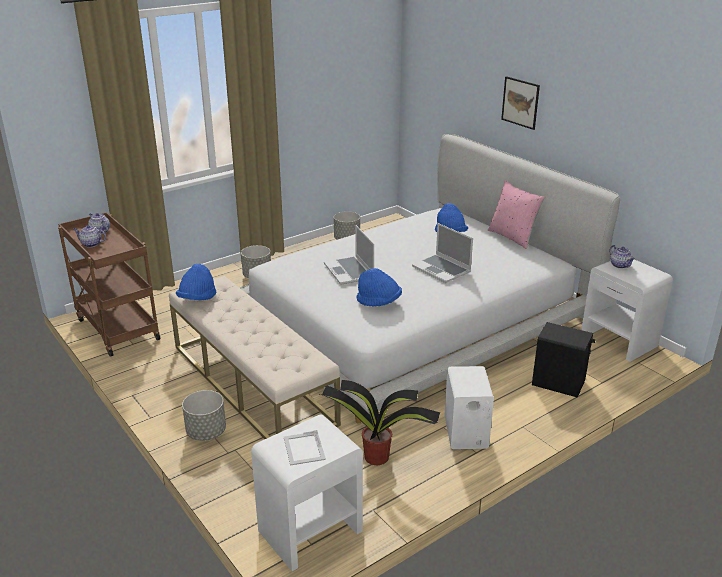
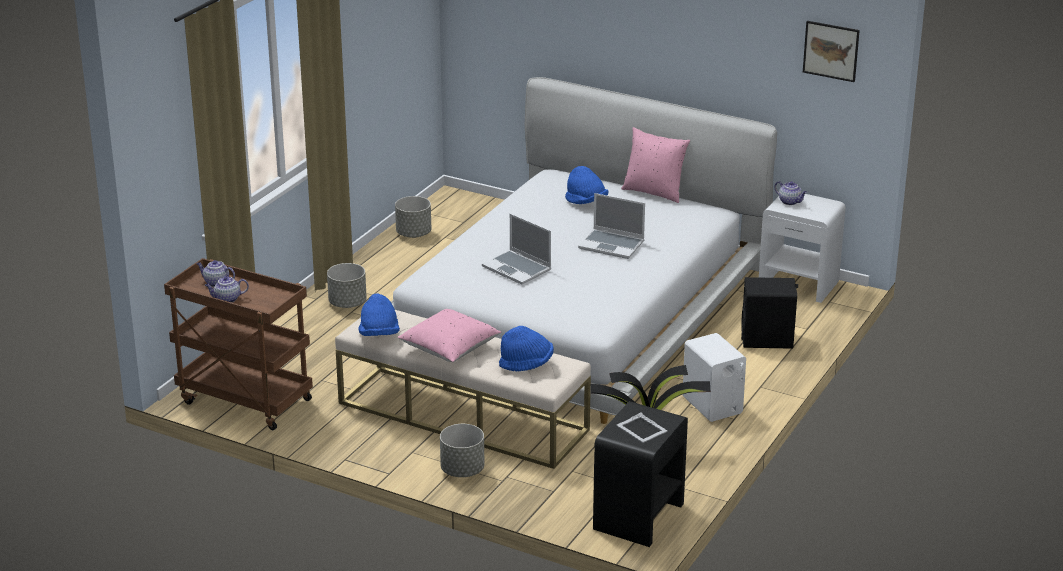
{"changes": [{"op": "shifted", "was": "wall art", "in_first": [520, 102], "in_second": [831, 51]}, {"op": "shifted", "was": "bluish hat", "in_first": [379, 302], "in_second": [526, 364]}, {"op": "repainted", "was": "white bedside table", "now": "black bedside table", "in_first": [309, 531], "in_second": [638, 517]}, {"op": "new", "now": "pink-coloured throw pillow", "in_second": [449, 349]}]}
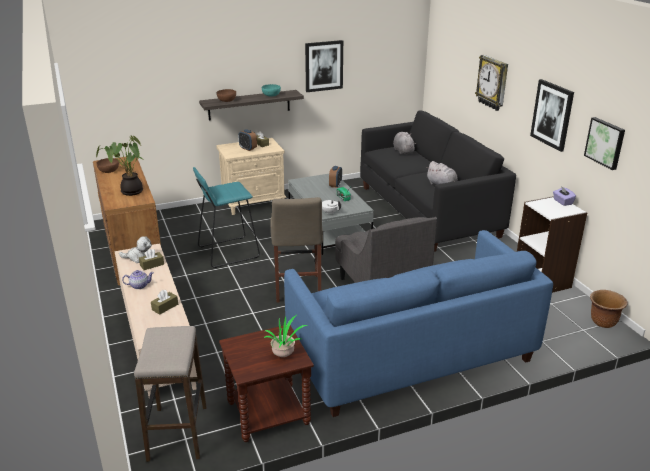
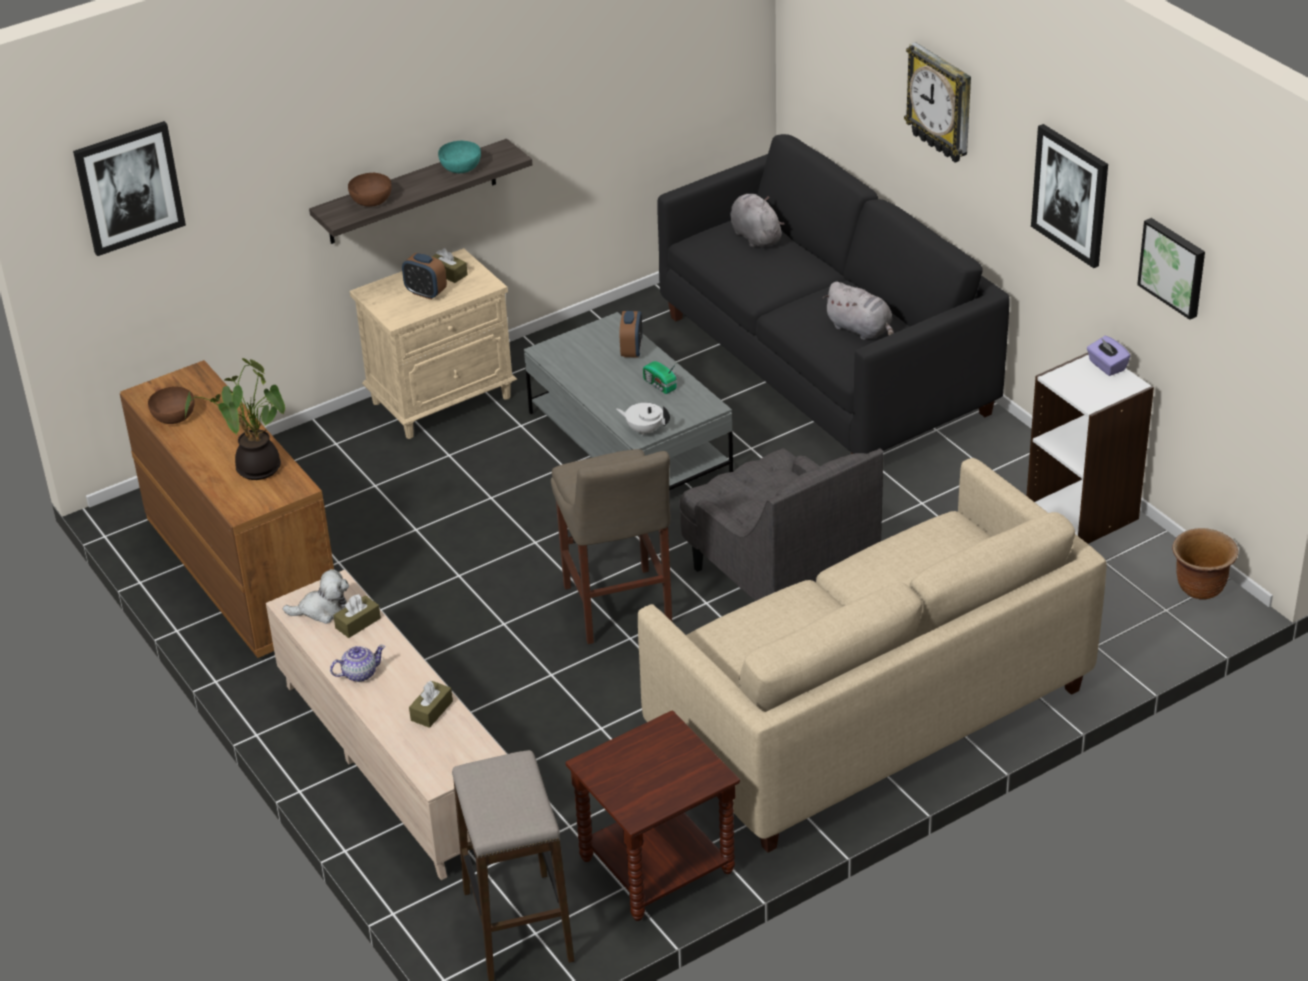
{"changes": [{"op": "shifted", "was": "wall art", "in_first": [323, 66], "in_second": [129, 187]}, {"op": "gone", "was": "blue-green stool seat", "in_first": [227, 252]}, {"op": "repainted", "was": "bluish sofa", "now": "sand-coloured sofa", "in_first": [410, 355], "in_second": [869, 713]}, {"op": "gone", "was": "houseplant", "in_first": [285, 354]}]}
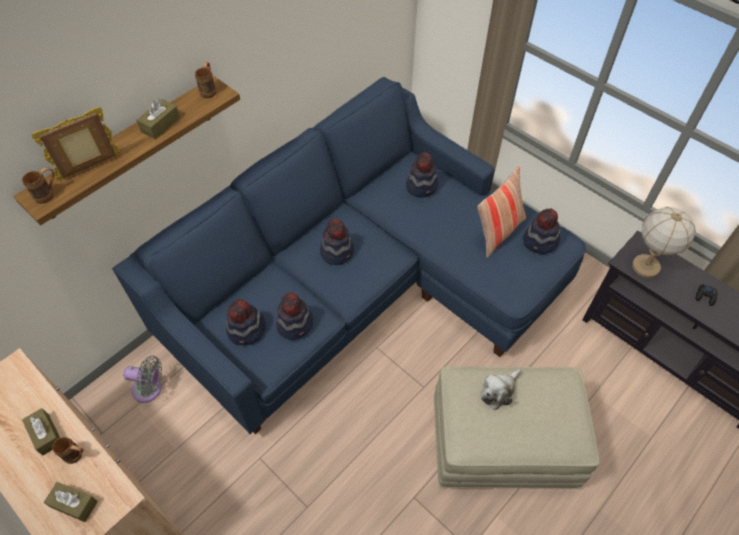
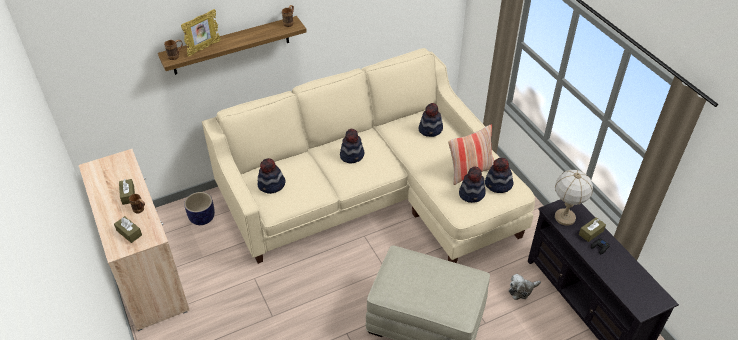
{"changes": [{"op": "repainted", "was": "bluish sofa", "now": "sand-coloured sofa", "in_first": [363, 286], "in_second": [373, 195]}, {"op": "shifted", "was": "brown-coloured tissue holder", "in_first": [160, 125], "in_second": [591, 232]}, {"op": "rotated", "was": "standing frame", "in_first": [90, 168], "in_second": [204, 48], "clockwise": 150}, {"op": "shifted", "was": "hat", "in_first": [295, 324], "in_second": [472, 194]}, {"op": "swapped", "was": "greyish cooling fan", "now": "plant pot", "in_first": [150, 389], "in_second": [202, 218]}, {"op": "shifted", "was": "cuddly toy", "in_first": [498, 391], "in_second": [522, 290]}]}
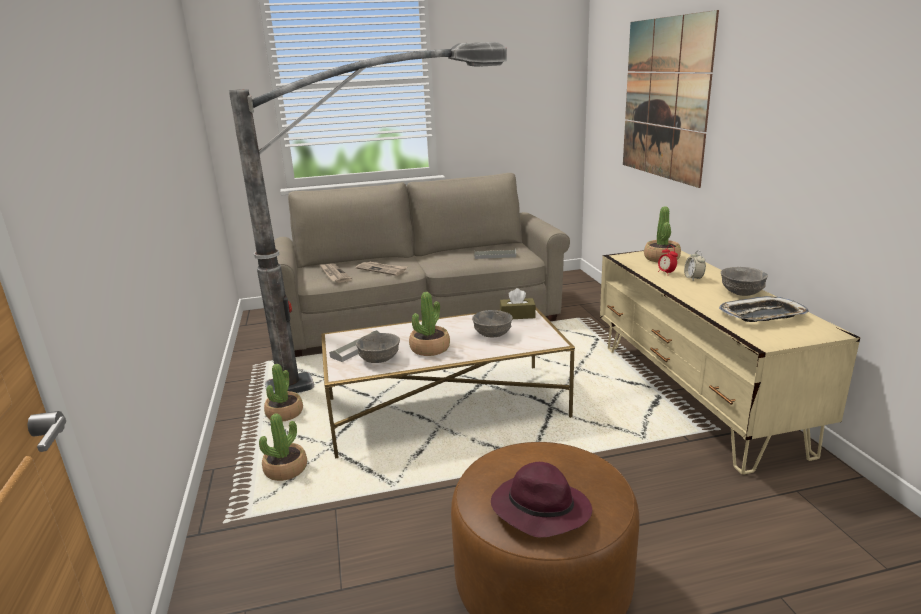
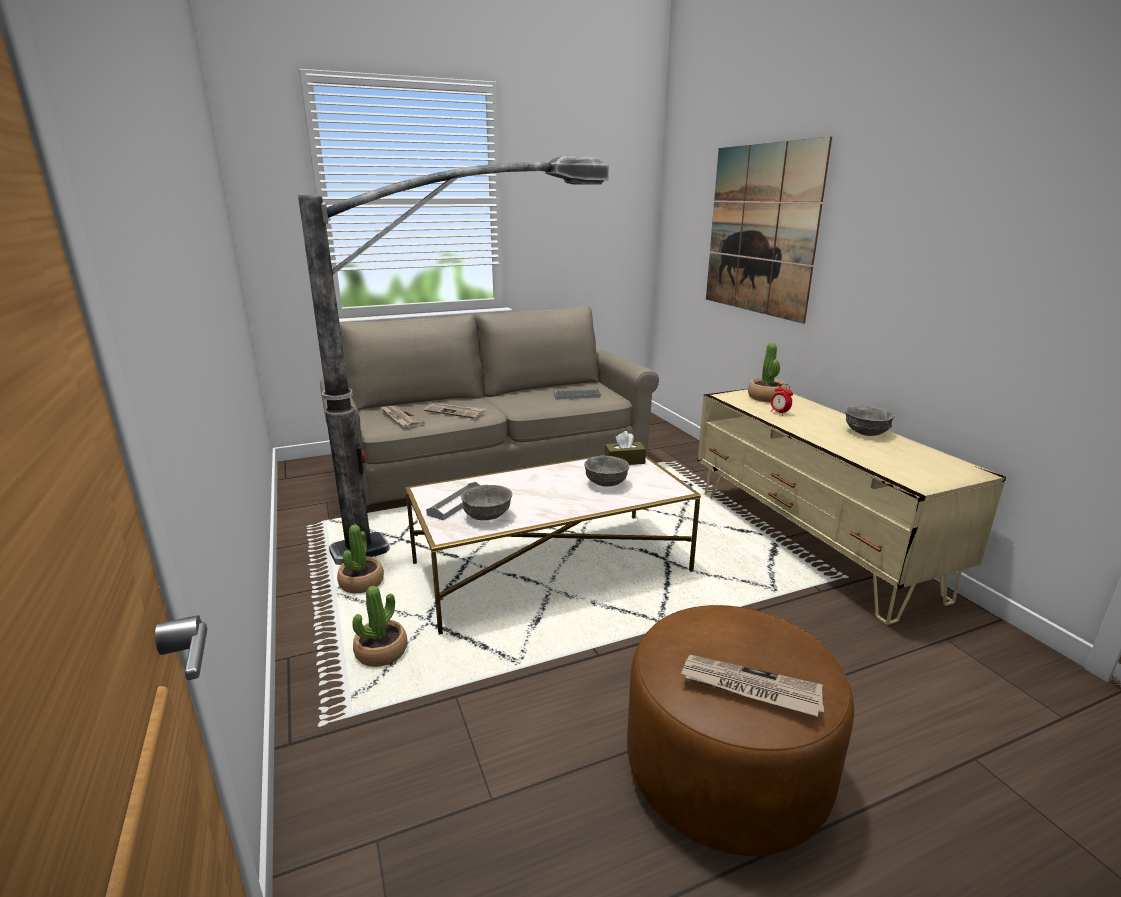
{"changes": [{"op": "gone", "was": "bedside clock", "in_first": [693, 278]}, {"op": "gone", "was": "houseplant", "in_first": [430, 348]}, {"op": "gone", "was": "carrying tray", "in_first": [762, 315]}, {"op": "swapped", "was": "purple hat", "now": "daily paper", "in_first": [539, 509], "in_second": [749, 688]}]}
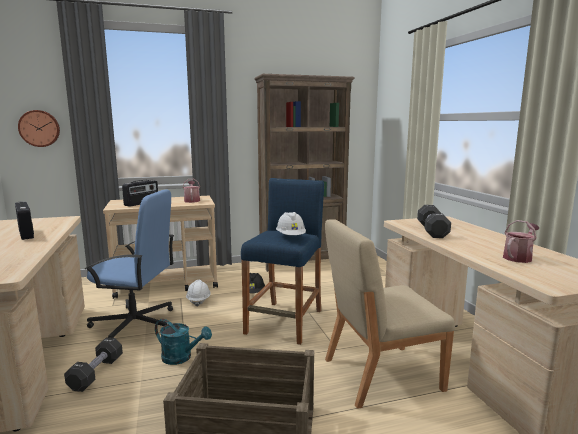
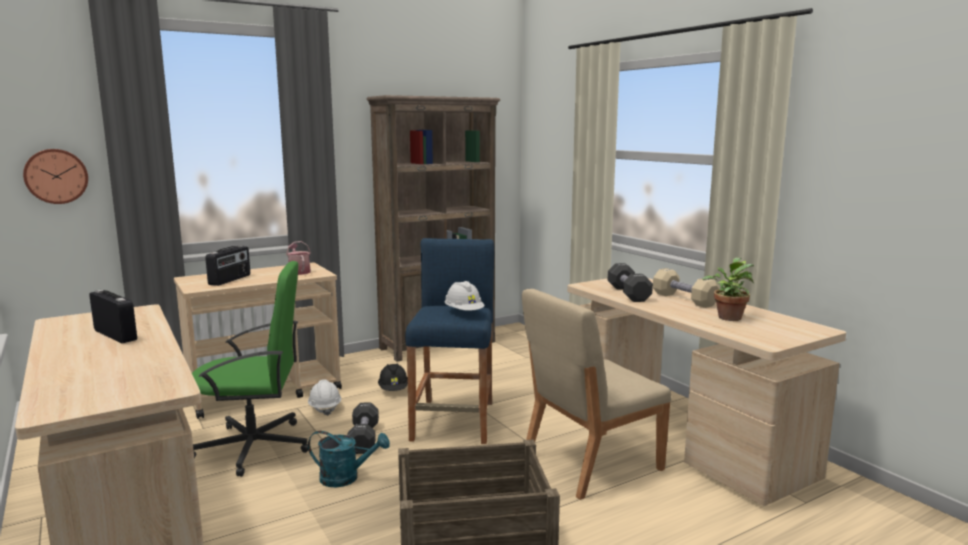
{"changes": [{"op": "repainted", "was": "bluish desk chair", "now": "greenish desk chair", "in_first": [135, 324], "in_second": [255, 447]}, {"op": "swapped", "was": "watering can", "now": "houseplant", "in_first": [519, 257], "in_second": [728, 317]}, {"op": "shifted", "was": "black dumbbell", "in_first": [96, 373], "in_second": [364, 438]}, {"op": "new", "now": "sand-coloured dumbbell", "in_second": [684, 299]}]}
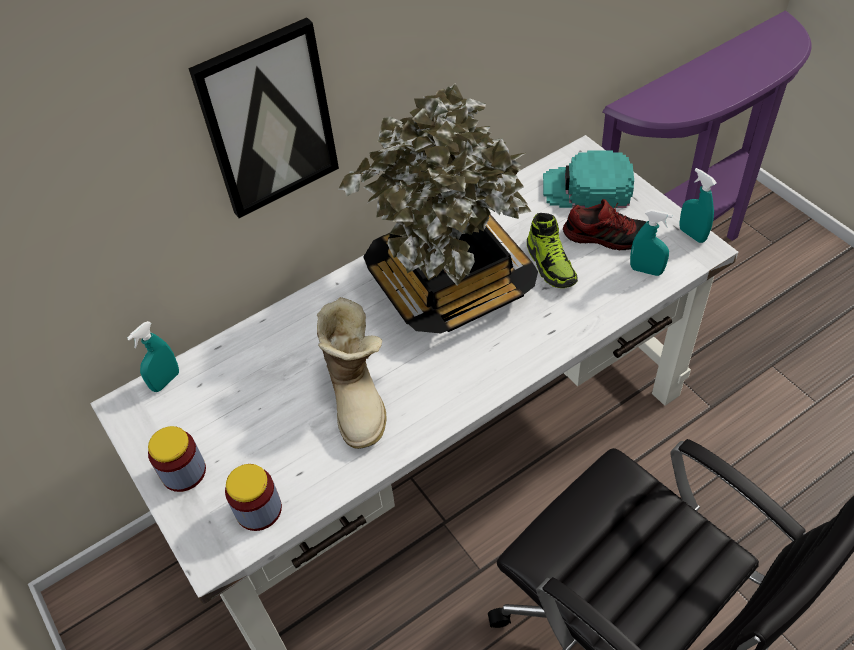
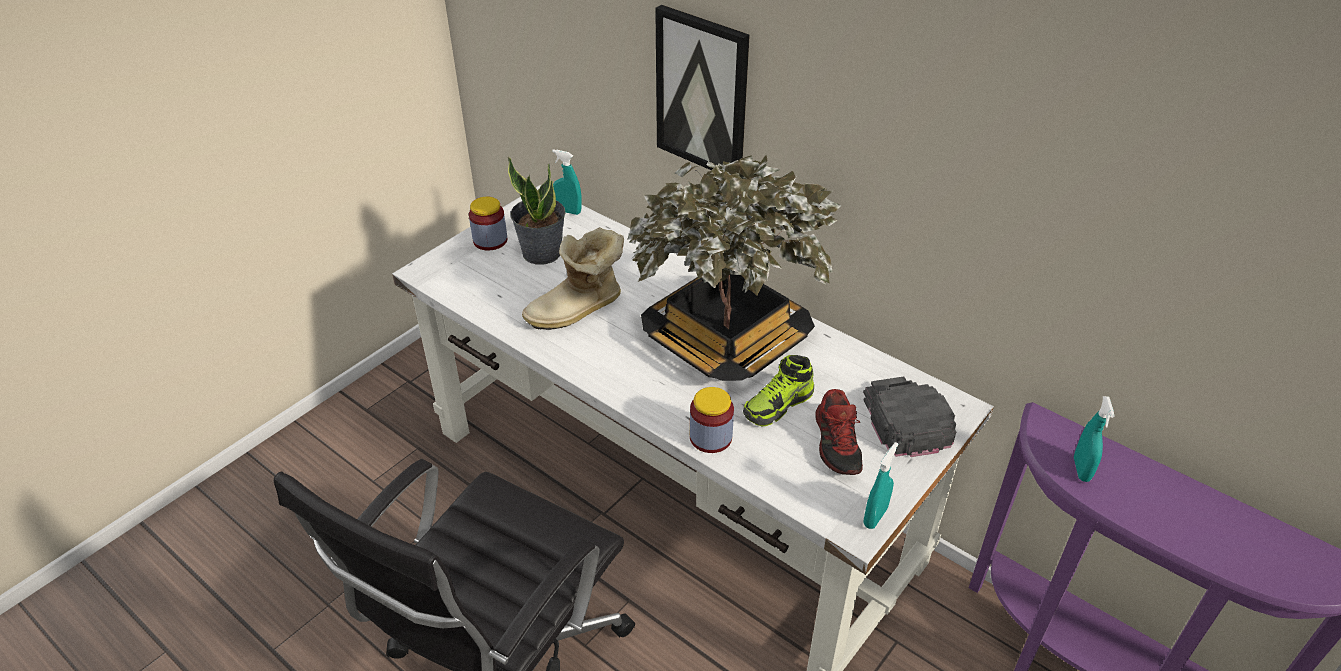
{"changes": [{"op": "repainted", "was": "blue-green cap", "now": "black cap", "in_first": [587, 188], "in_second": [904, 418]}, {"op": "shifted", "was": "blue-green hand sprayer", "in_first": [646, 270], "in_second": [1081, 469]}, {"op": "shifted", "was": "storage jar", "in_first": [258, 510], "in_second": [710, 437]}, {"op": "new", "now": "houseplant", "in_second": [541, 252]}]}
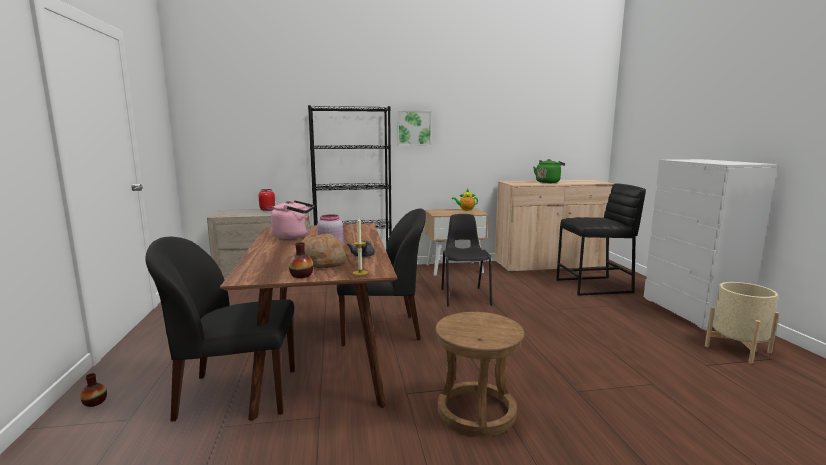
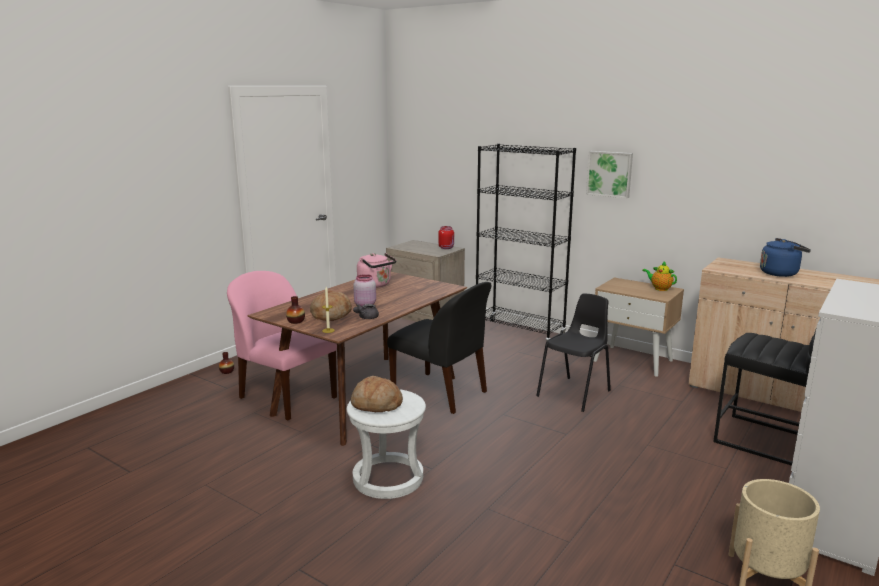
{"changes": [{"op": "repainted", "was": "greenish tea kettle", "now": "bluish tea kettle", "in_first": [548, 182], "in_second": [781, 273]}, {"op": "repainted", "was": "black plain chair", "now": "pink-coloured plain chair", "in_first": [235, 394], "in_second": [286, 397]}, {"op": "repainted", "was": "brown-coloured stool seat", "now": "white stool seat", "in_first": [476, 411], "in_second": [388, 478]}, {"op": "new", "now": "bakery bread", "in_second": [376, 404]}]}
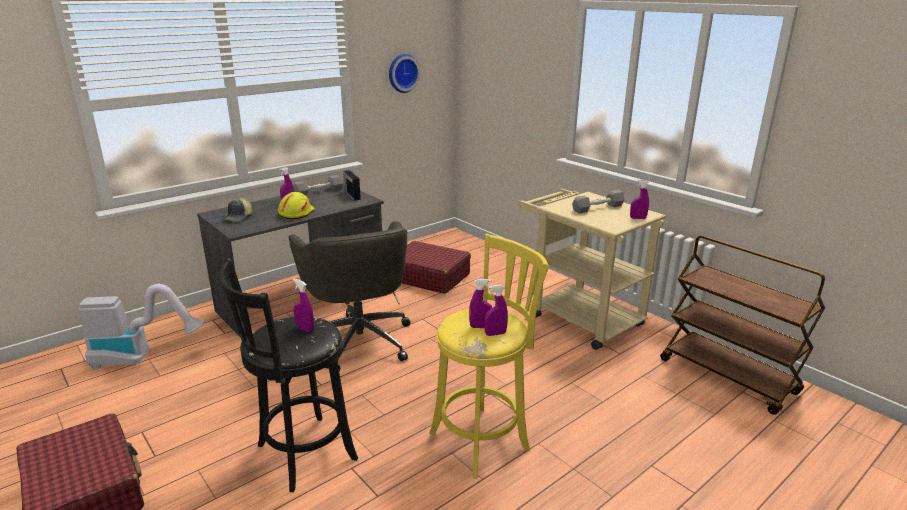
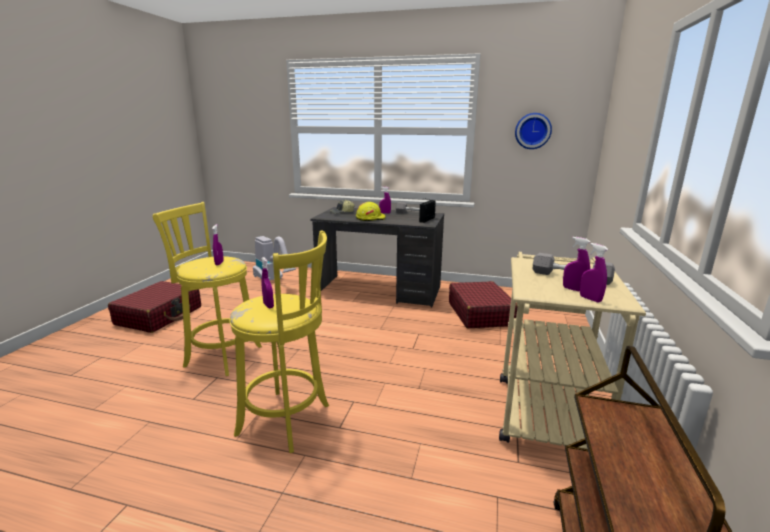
{"changes": [{"op": "gone", "was": "greyish desk chair", "in_first": [359, 340]}, {"op": "repainted", "was": "black stool seat", "now": "yellow-coloured stool seat", "in_first": [301, 454], "in_second": [220, 355]}, {"op": "shifted", "was": "purple hand sprayer", "in_first": [495, 334], "in_second": [573, 289]}]}
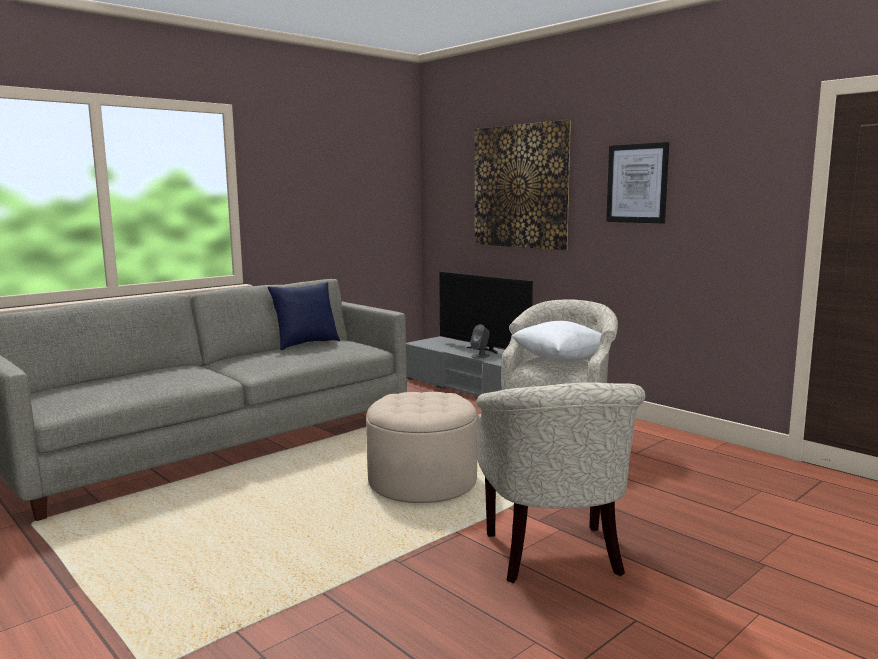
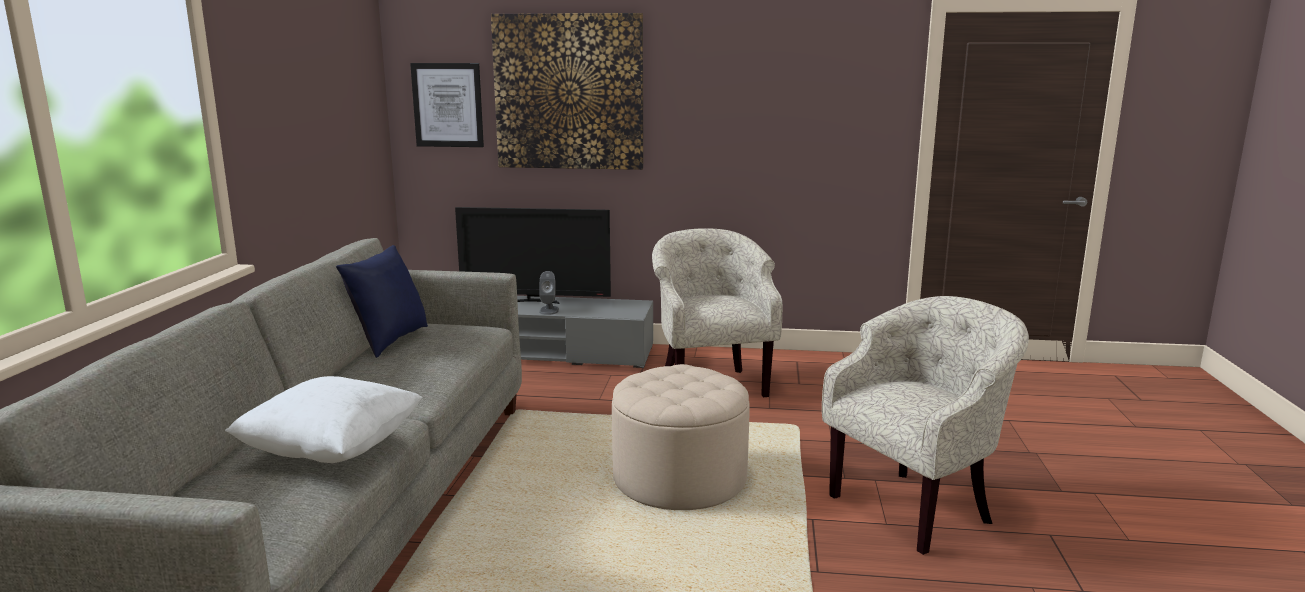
{"changes": [{"op": "shifted", "was": "wall art", "in_first": [637, 183], "in_second": [448, 105]}, {"op": "shifted", "was": "white throw pillow", "in_first": [560, 360], "in_second": [332, 451]}, {"op": "rotated", "was": "sand-coloured armchair", "in_first": [555, 557], "in_second": [916, 507], "clockwise": -75}]}
